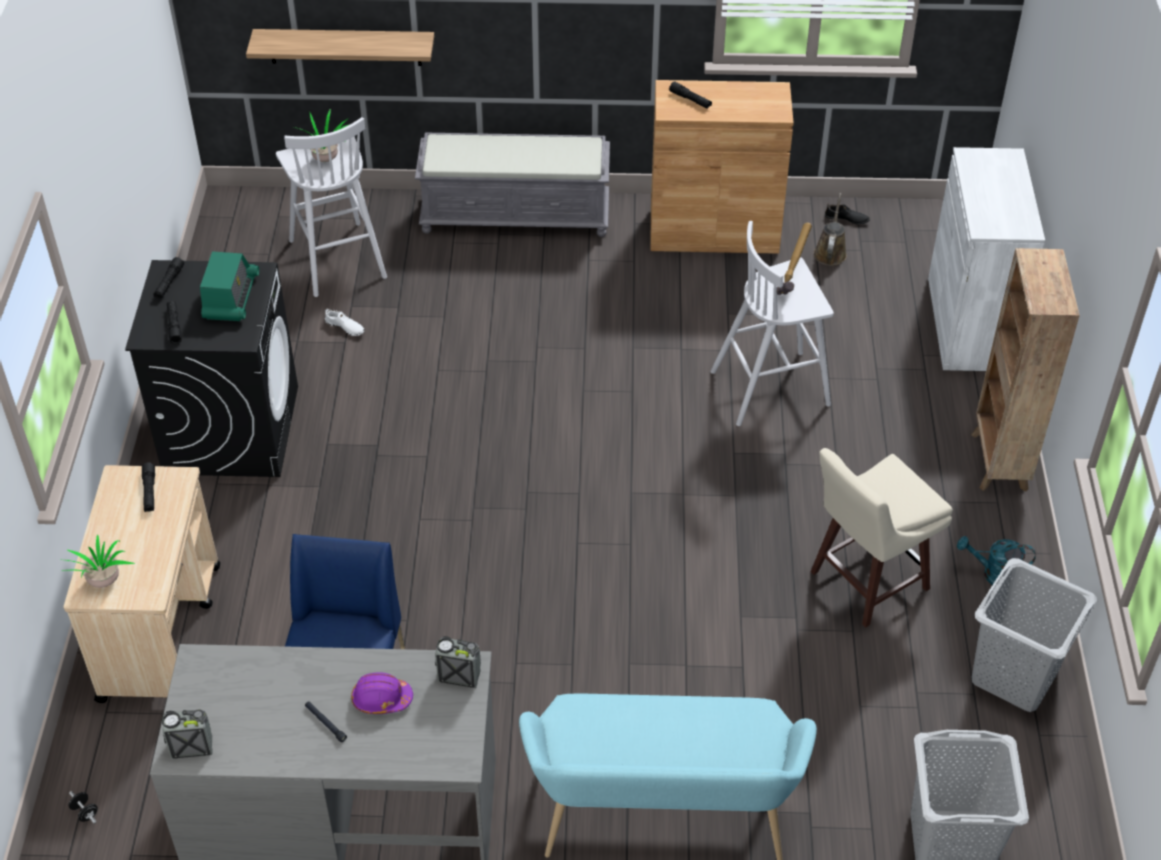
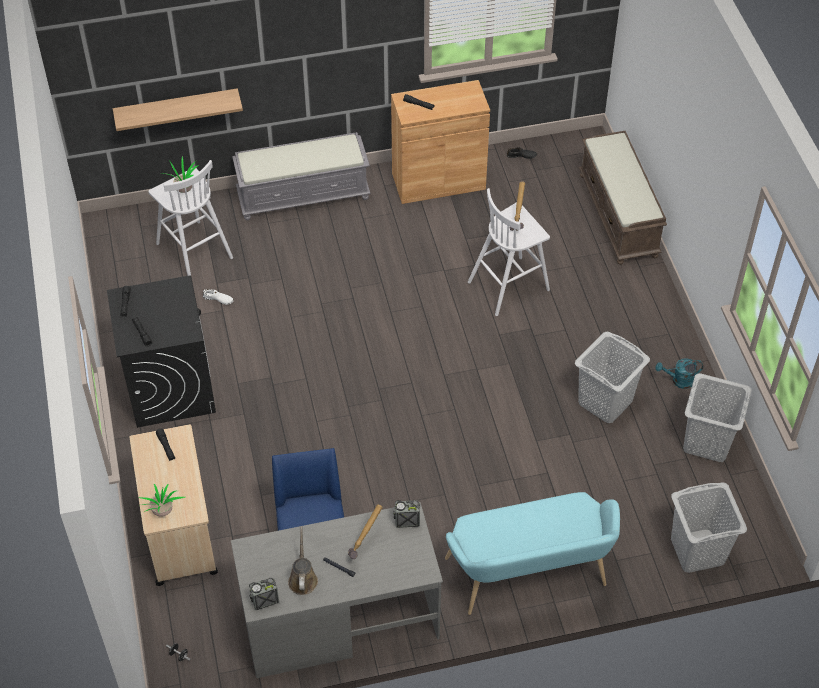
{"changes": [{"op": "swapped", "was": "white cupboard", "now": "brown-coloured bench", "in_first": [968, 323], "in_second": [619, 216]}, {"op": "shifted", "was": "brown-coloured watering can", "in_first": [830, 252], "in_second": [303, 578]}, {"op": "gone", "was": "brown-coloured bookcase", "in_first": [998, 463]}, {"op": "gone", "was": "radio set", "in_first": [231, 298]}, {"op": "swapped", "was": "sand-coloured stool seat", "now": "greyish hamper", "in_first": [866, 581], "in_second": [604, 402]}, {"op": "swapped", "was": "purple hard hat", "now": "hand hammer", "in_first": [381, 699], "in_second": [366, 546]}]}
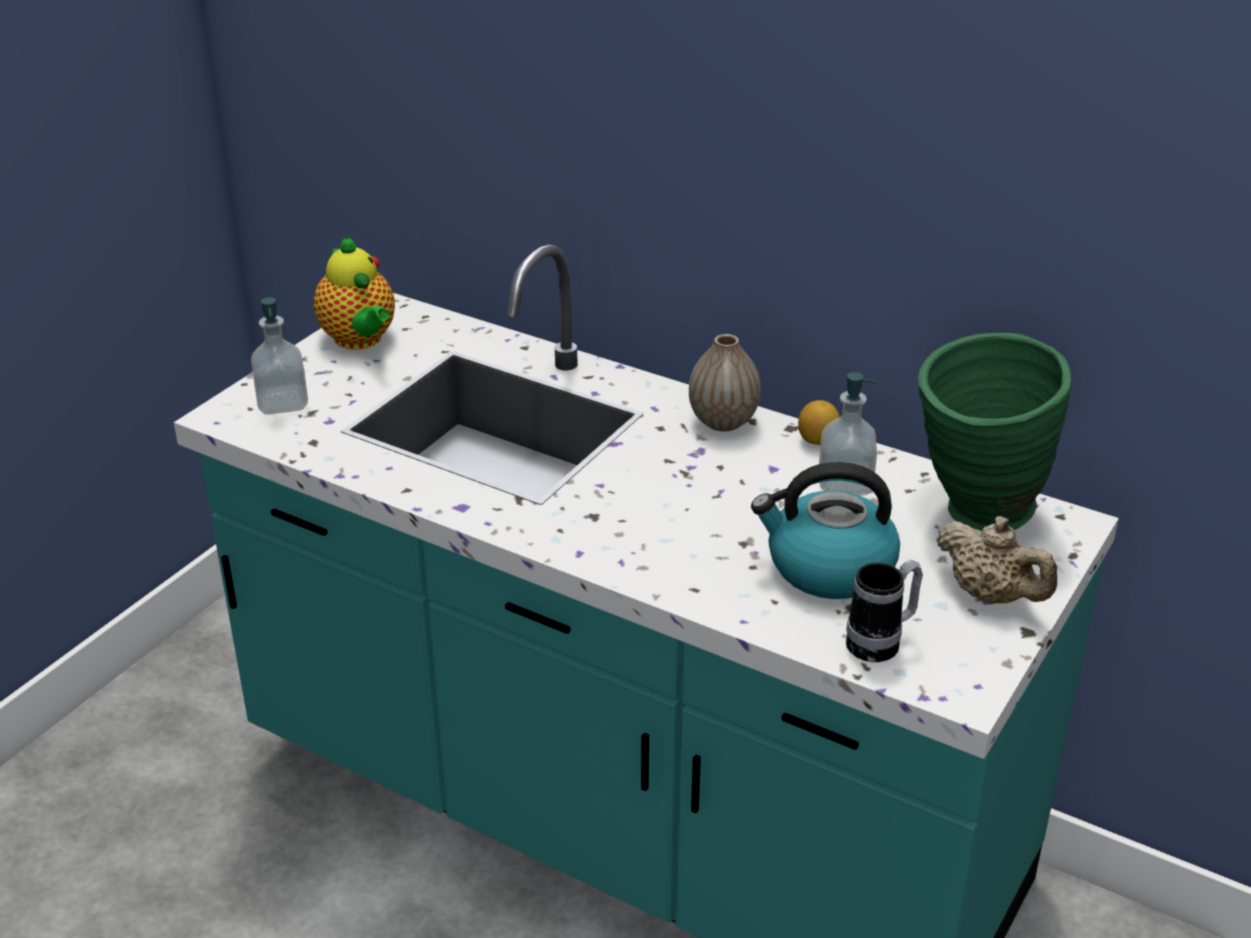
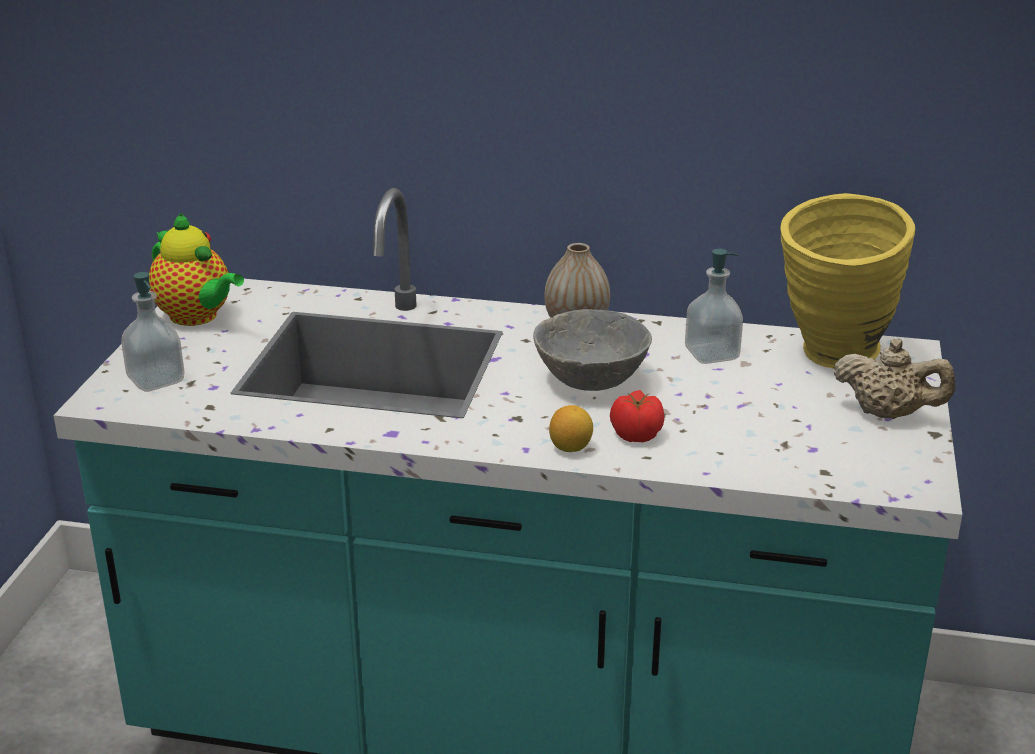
{"changes": [{"op": "repainted", "was": "greenish flower vase", "now": "yellow-coloured flower vase", "in_first": [973, 517], "in_second": [831, 360]}, {"op": "shifted", "was": "lemon", "in_first": [817, 440], "in_second": [570, 447]}, {"op": "gone", "was": "tea kettle", "in_first": [828, 568]}, {"op": "gone", "was": "tea mug", "in_first": [881, 643]}, {"op": "new", "now": "greyish bowl", "in_second": [590, 380]}, {"op": "new", "now": "whole tomato", "in_second": [635, 435]}]}
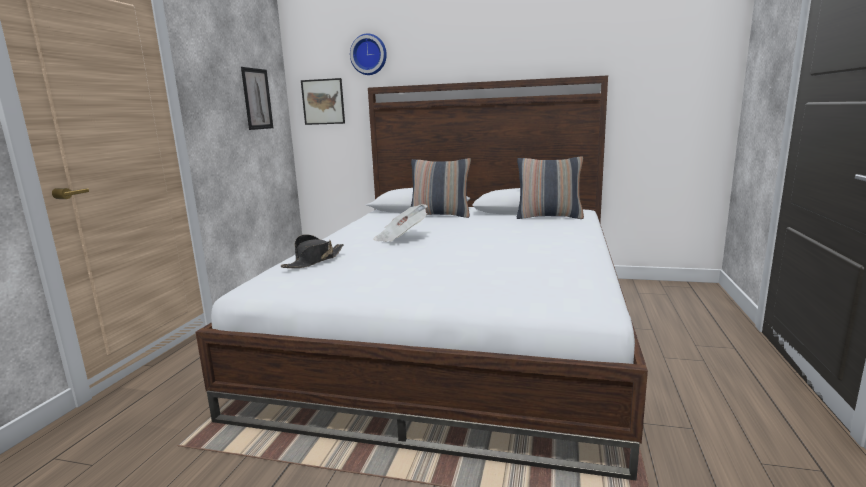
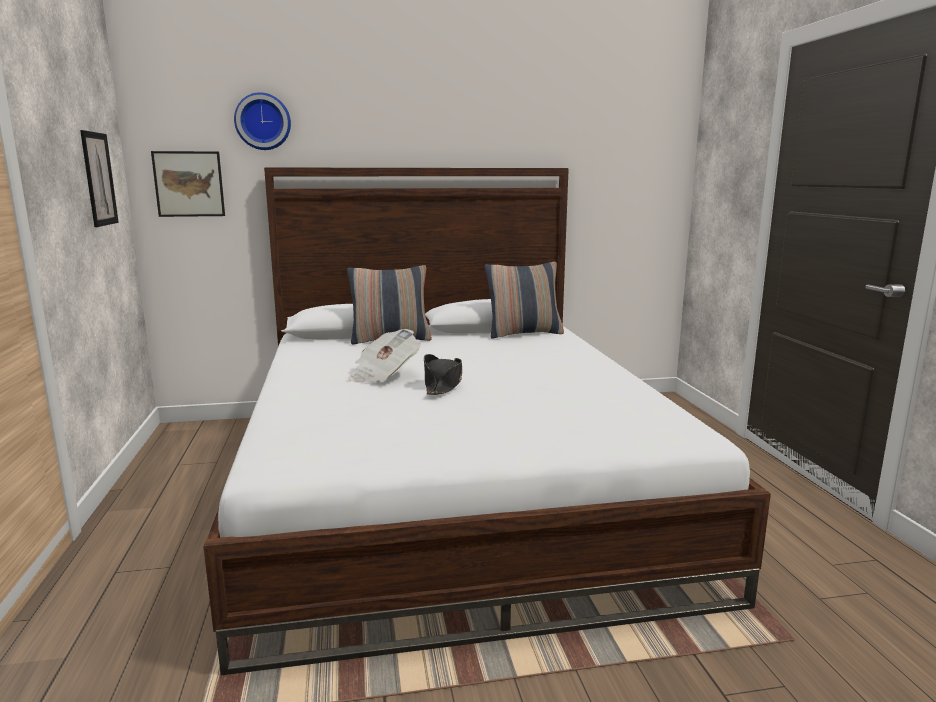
{"changes": [{"op": "shifted", "was": "black hat", "in_first": [314, 261], "in_second": [442, 384]}]}
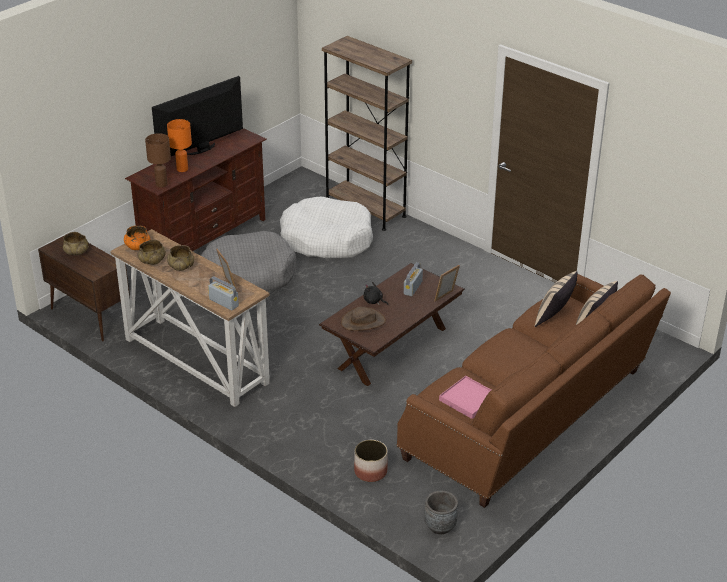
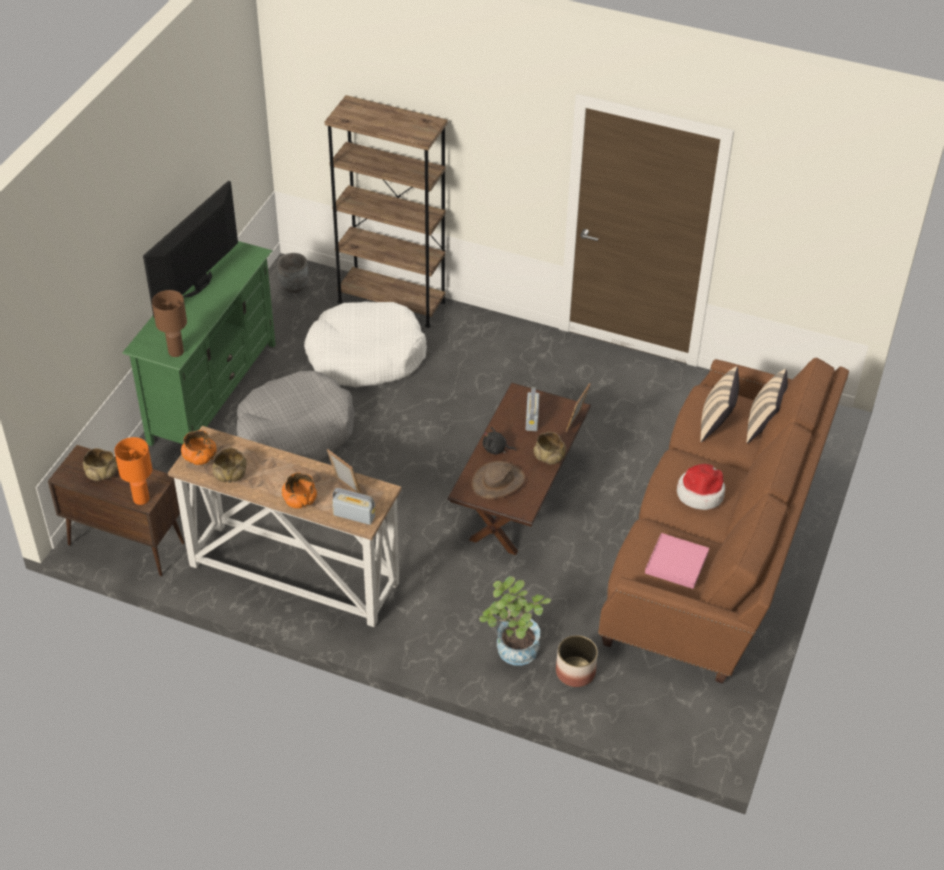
{"changes": [{"op": "shifted", "was": "orange lamp for a table", "in_first": [182, 169], "in_second": [141, 499]}, {"op": "repainted", "was": "brown-coloured tv unit", "now": "greenish tv unit", "in_first": [203, 239], "in_second": [212, 392]}, {"op": "shifted", "was": "sand-coloured bowl", "in_first": [181, 266], "in_second": [549, 457]}, {"op": "shifted", "was": "greyish plant pot", "in_first": [440, 526], "in_second": [294, 286]}, {"op": "new", "now": "hat", "in_second": [700, 493]}, {"op": "new", "now": "orange bowl", "in_second": [300, 500]}, {"op": "new", "now": "houseplant", "in_second": [512, 653]}]}
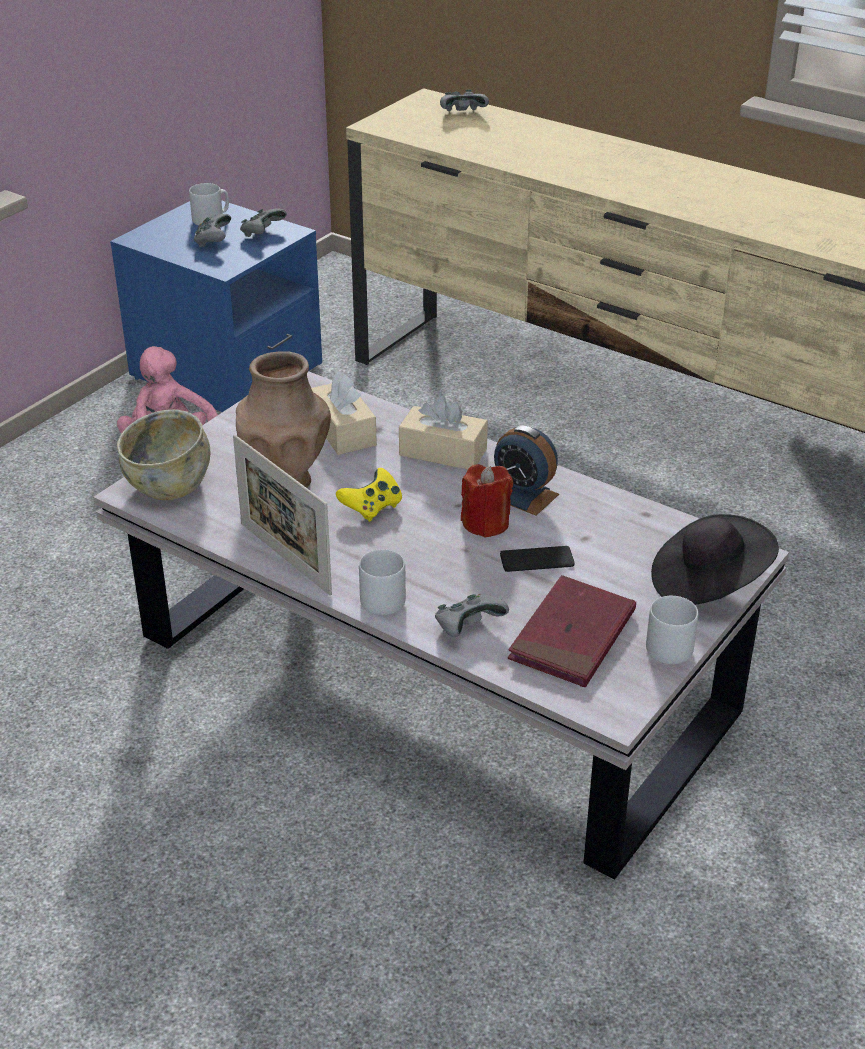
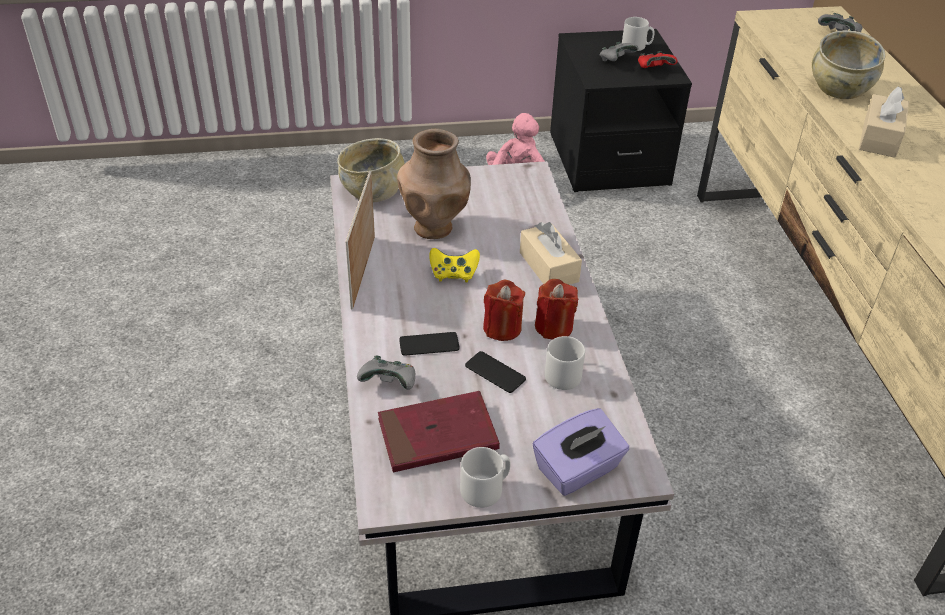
{"changes": [{"op": "repainted", "was": "bluish bedside table", "now": "black bedside table", "in_first": [226, 371], "in_second": [608, 159]}, {"op": "repainted", "was": "greyish joypad", "now": "reddish joypad", "in_first": [262, 233], "in_second": [654, 69]}, {"op": "shifted", "was": "sand-coloured tissue holder", "in_first": [343, 431], "in_second": [879, 137]}, {"op": "swapped", "was": "bedside clock", "now": "reddish wax candle", "in_first": [524, 495], "in_second": [553, 327]}, {"op": "swapped", "was": "black hat", "now": "purple tissue holder", "in_first": [708, 583], "in_second": [578, 470]}, {"op": "shifted", "was": "greyish tea mug", "in_first": [380, 598], "in_second": [564, 374]}, {"op": "new", "now": "sand-coloured bowl", "in_second": [839, 89]}, {"op": "new", "now": "telephone", "in_second": [429, 344]}]}
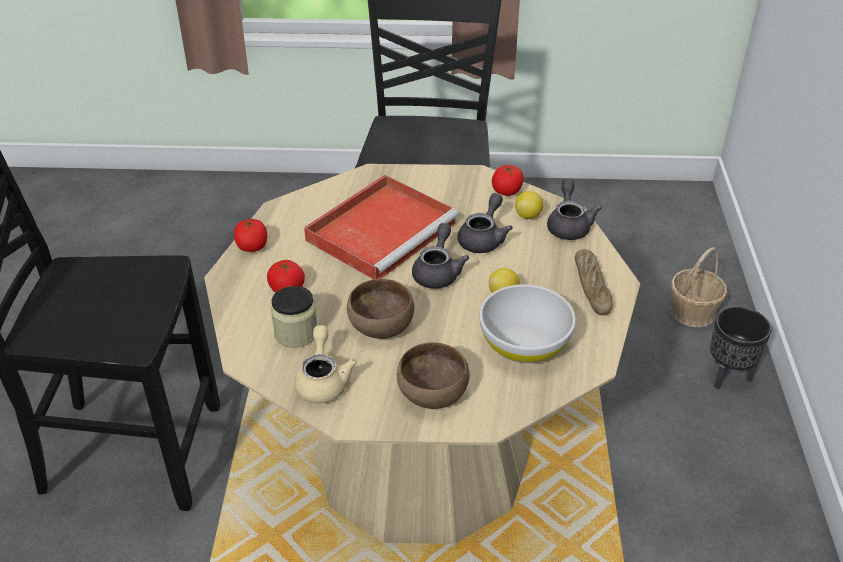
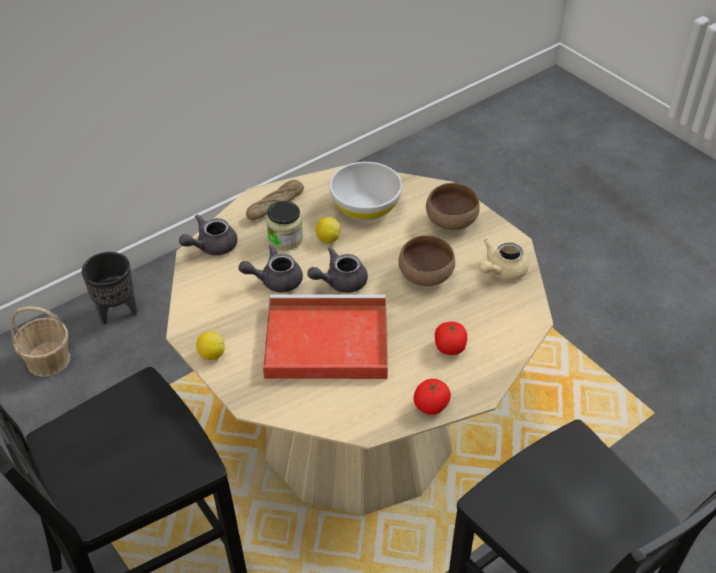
{"changes": [{"op": "gone", "was": "whole tomato", "in_first": [506, 191]}, {"op": "shifted", "was": "lemon", "in_first": [528, 215], "in_second": [211, 354]}, {"op": "shifted", "was": "storage jar", "in_first": [296, 333], "in_second": [285, 239]}]}
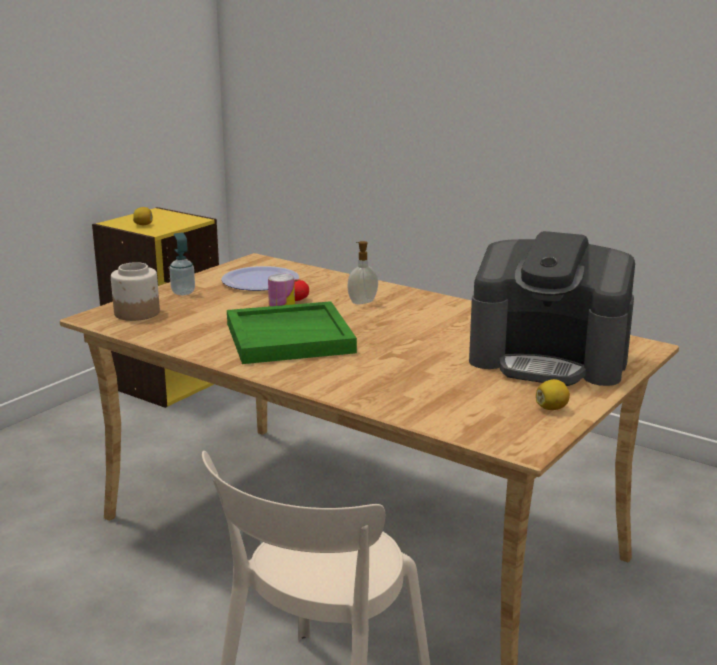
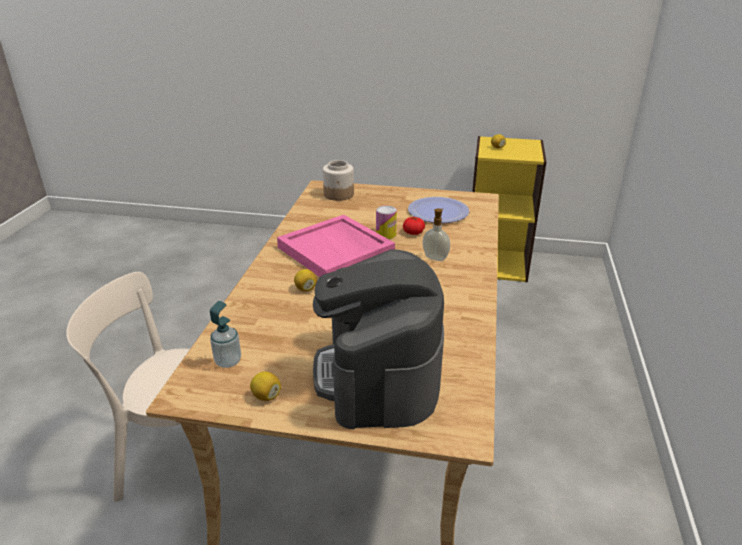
{"changes": [{"op": "shifted", "was": "soap dispenser", "in_first": [183, 292], "in_second": [228, 361]}, {"op": "repainted", "was": "greenish carrying tray", "now": "pink-coloured carrying tray", "in_first": [290, 337], "in_second": [337, 250]}, {"op": "new", "now": "lemon", "in_second": [305, 289]}]}
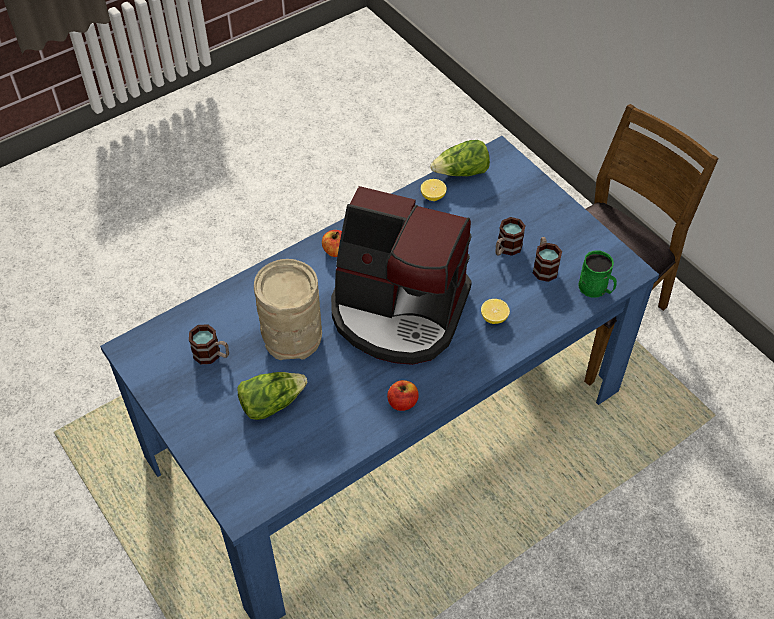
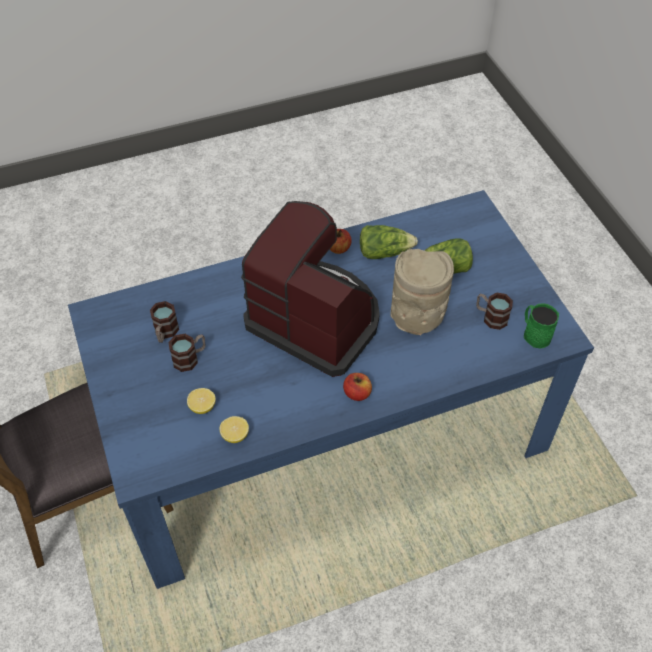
{"changes": [{"op": "shifted", "was": "lettuce", "in_first": [461, 172], "in_second": [384, 252]}, {"op": "shifted", "was": "greenish tea mug", "in_first": [596, 289], "in_second": [534, 334]}, {"op": "shifted", "was": "lemon", "in_first": [494, 318], "in_second": [202, 407]}]}
